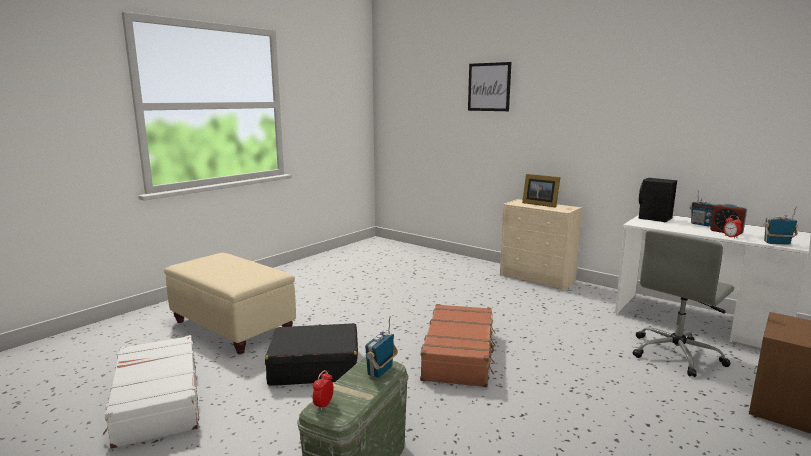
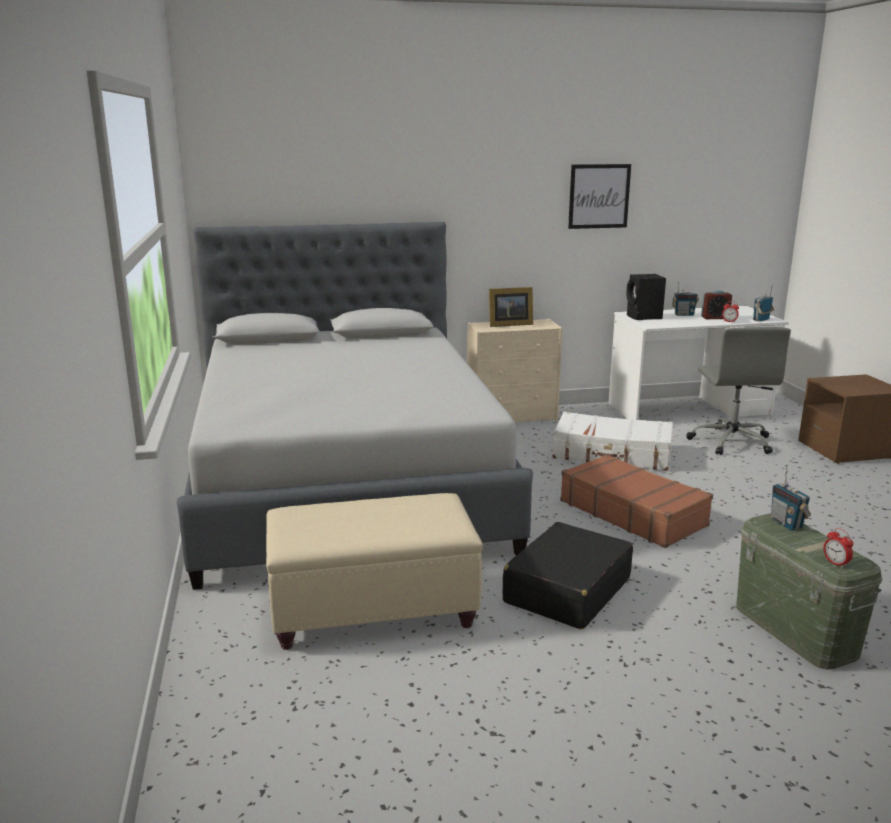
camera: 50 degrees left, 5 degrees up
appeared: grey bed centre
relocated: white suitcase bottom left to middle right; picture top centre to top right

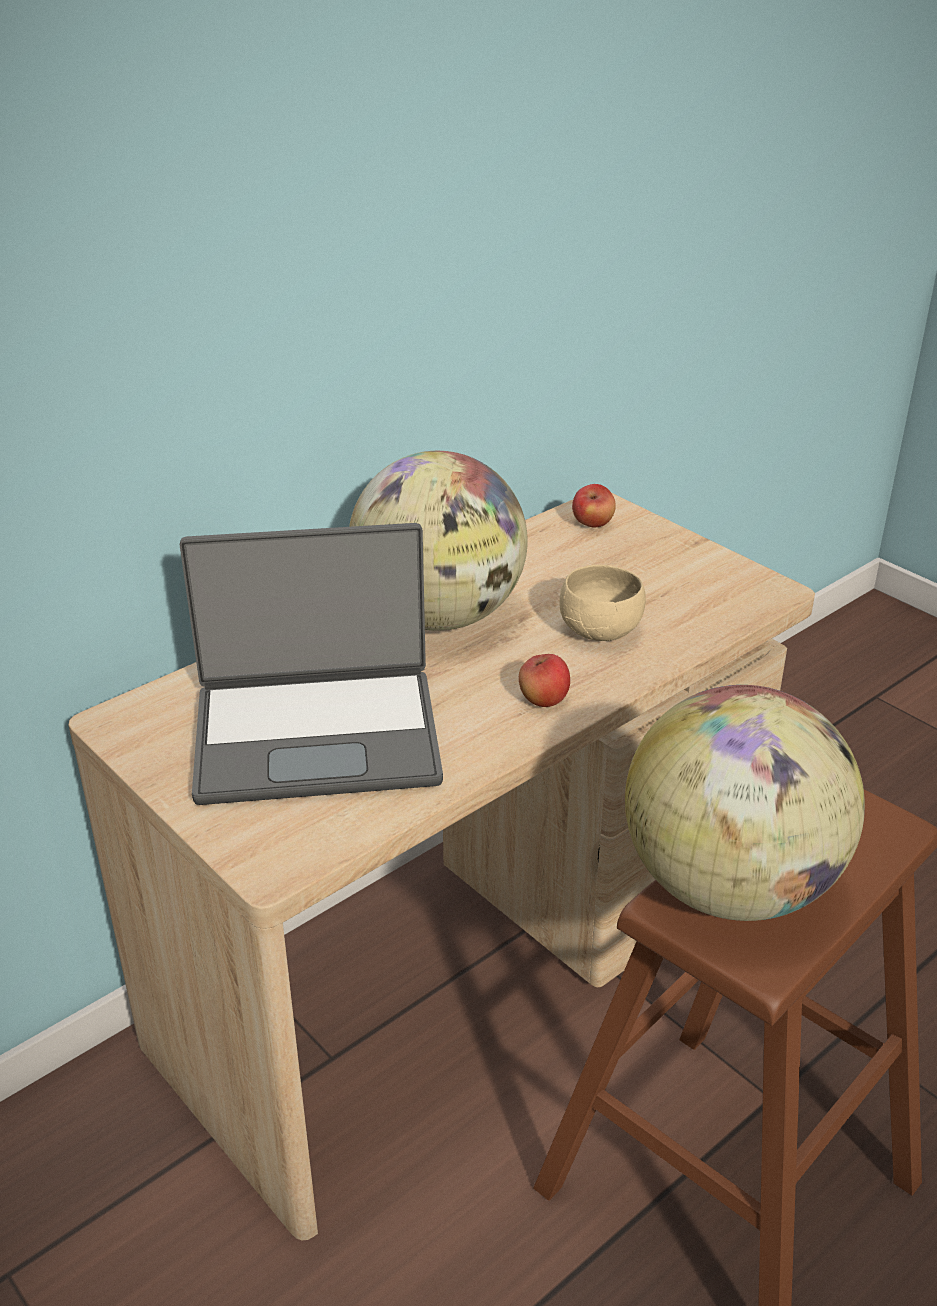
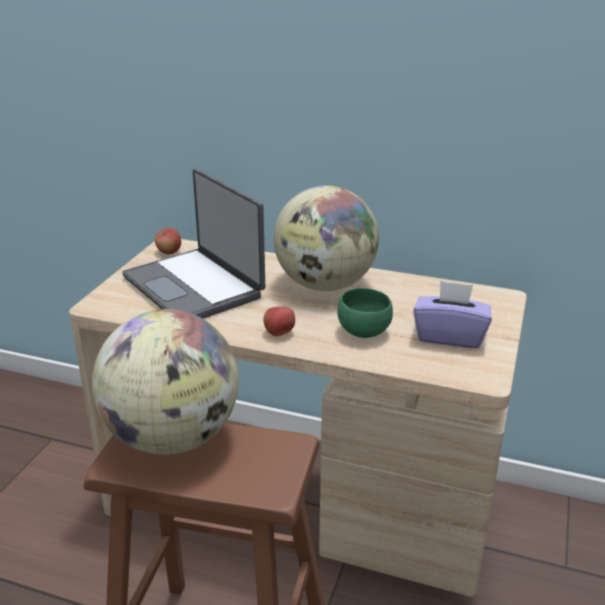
camera: 60 degrees right, 5 degrees down
appeared: purple tissue box middle right
relocated: apple (no. 2 from left in the first image) centre to apple (no. 1 from left) middle left
colour: beige bowl centre to green bowl centre

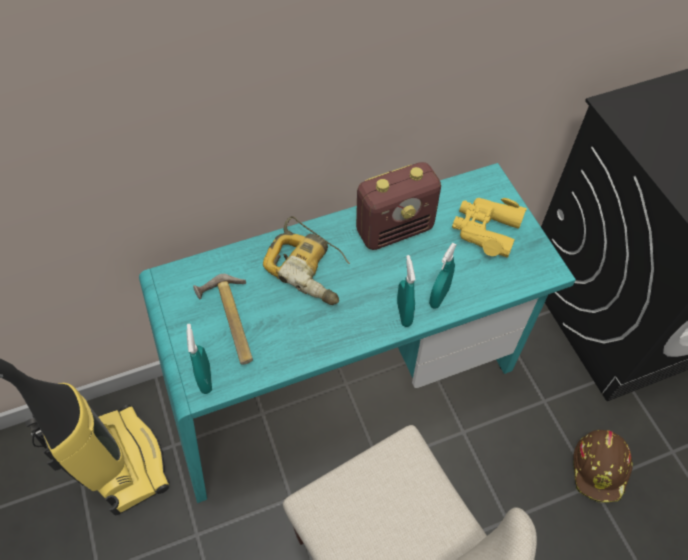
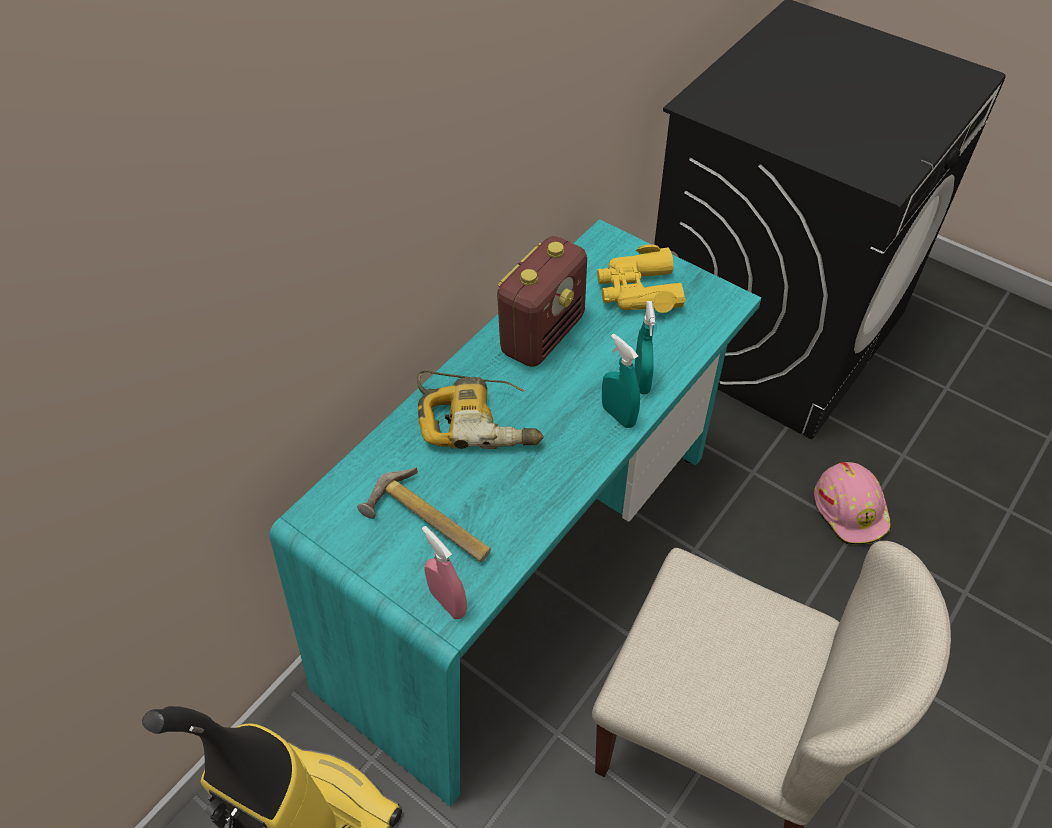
camera: 30 degrees left, 5 degrees down
colour: turquoise spray bottle (no. 1 from left) middle left to pink spray bottle bottom centre; brown hard hat bottom right to pink hard hat middle right

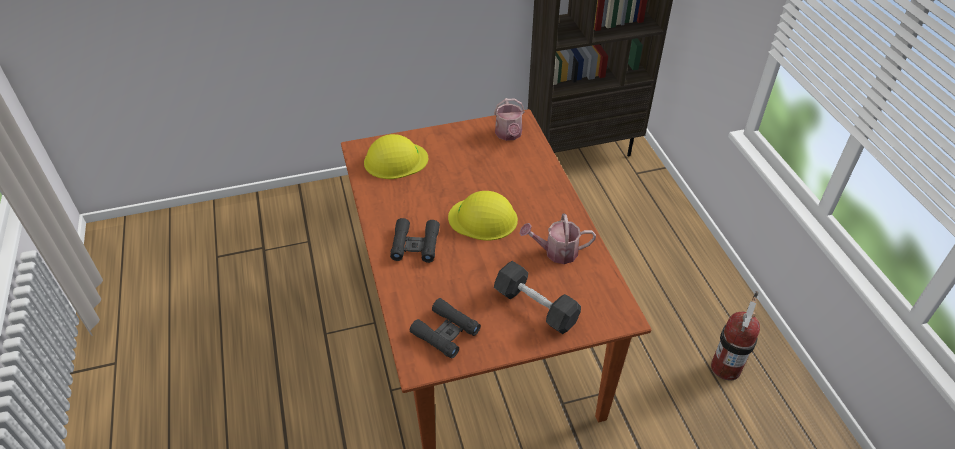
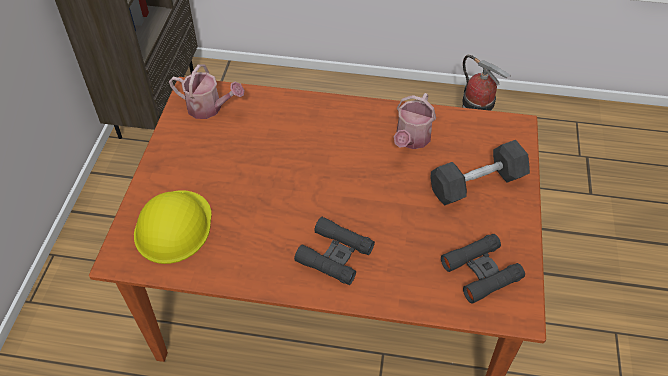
camera: 65 degrees left, 5 degrees up
missing: yellow hard hat (no. 2 from left) centre

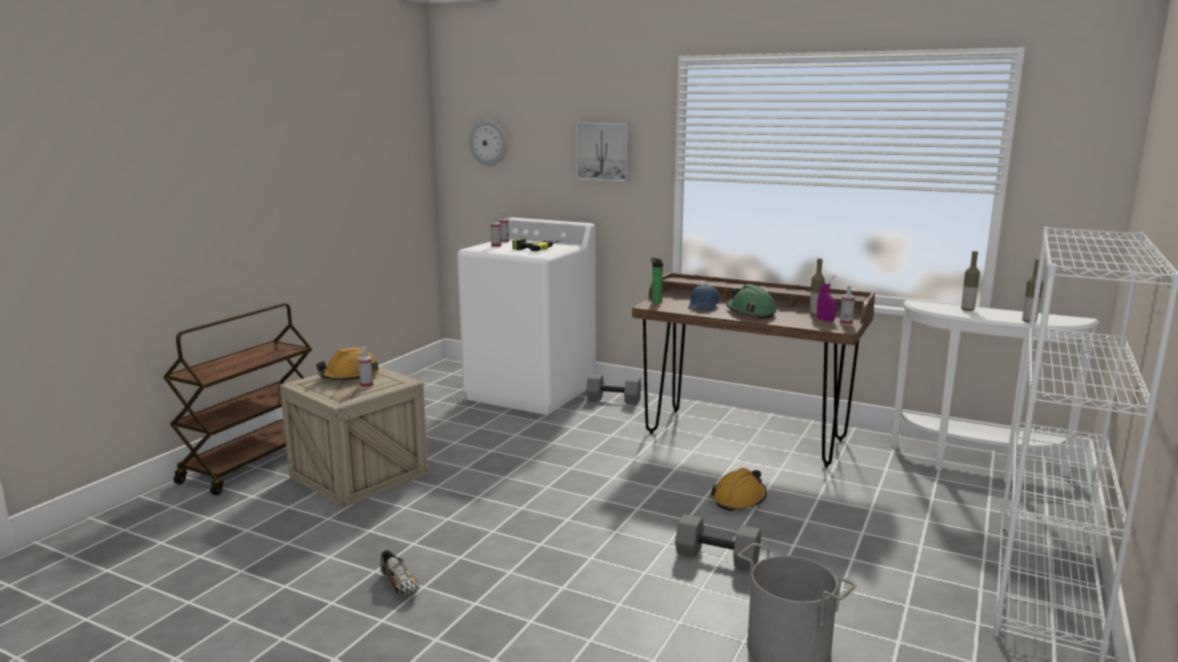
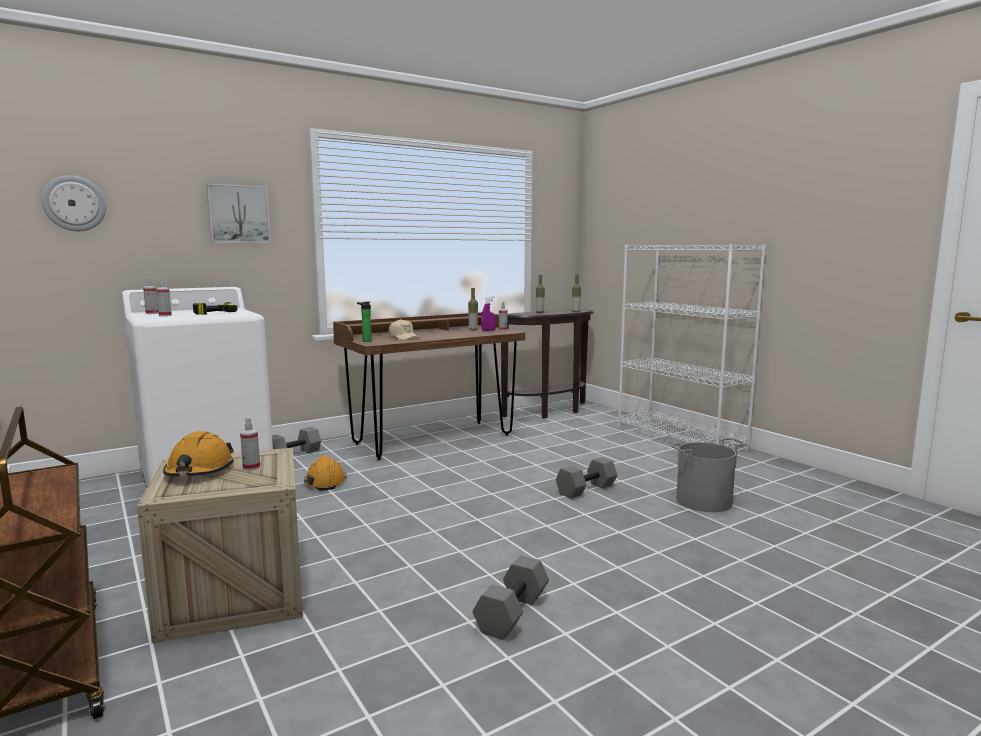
camera: 60 degrees left, 5 degrees down
missing: green hard hat centre
relocated: orange hard hat (no. 2 from left) bottom centre to middle left
exchanged: shoe bottom centre to grey dumbbell (no. 2 from left) bottom centre
colour: blue cap centre to beige cap centre; white console table middle right to brown console table centre

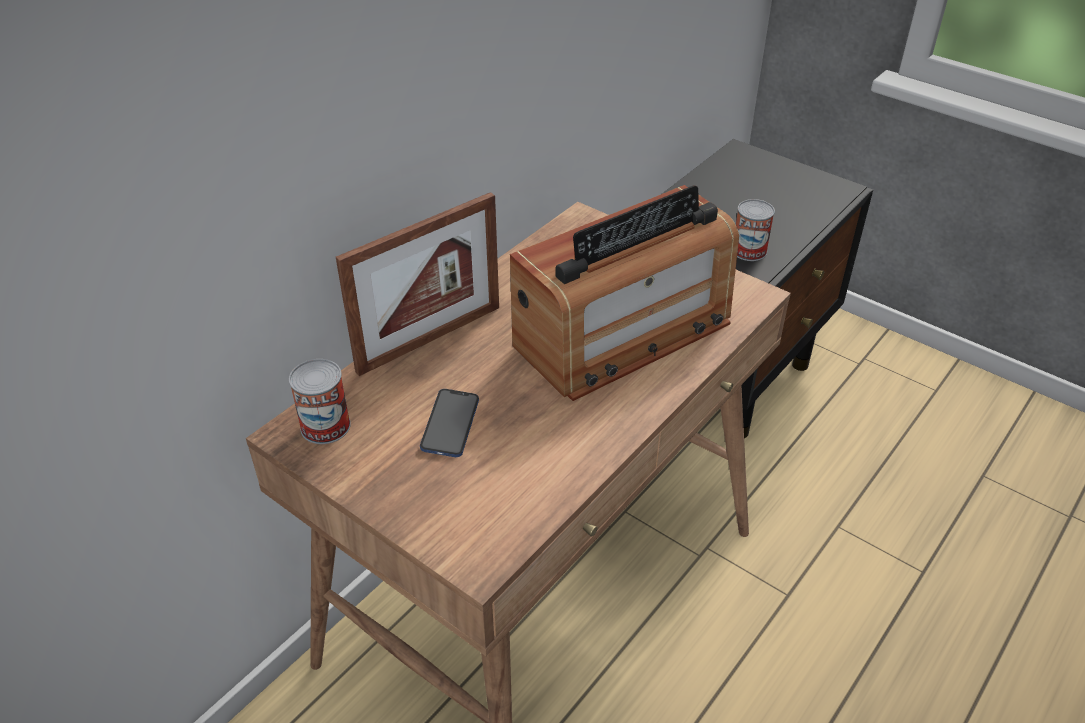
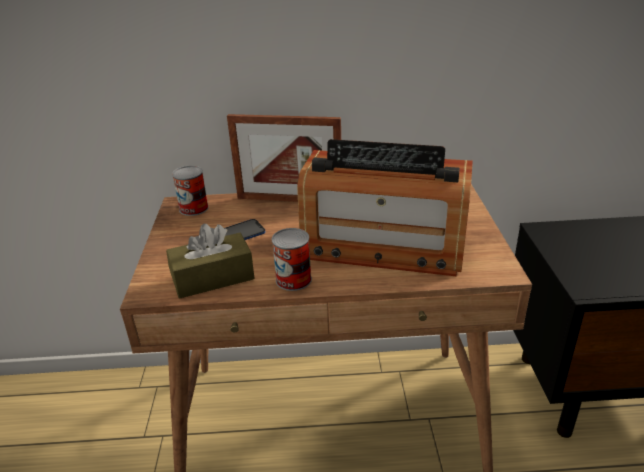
camera: 50 degrees right, 10 degrees down
appeared: brown tissue box middle left
relocated: can (no. 2 from left) top right to centre

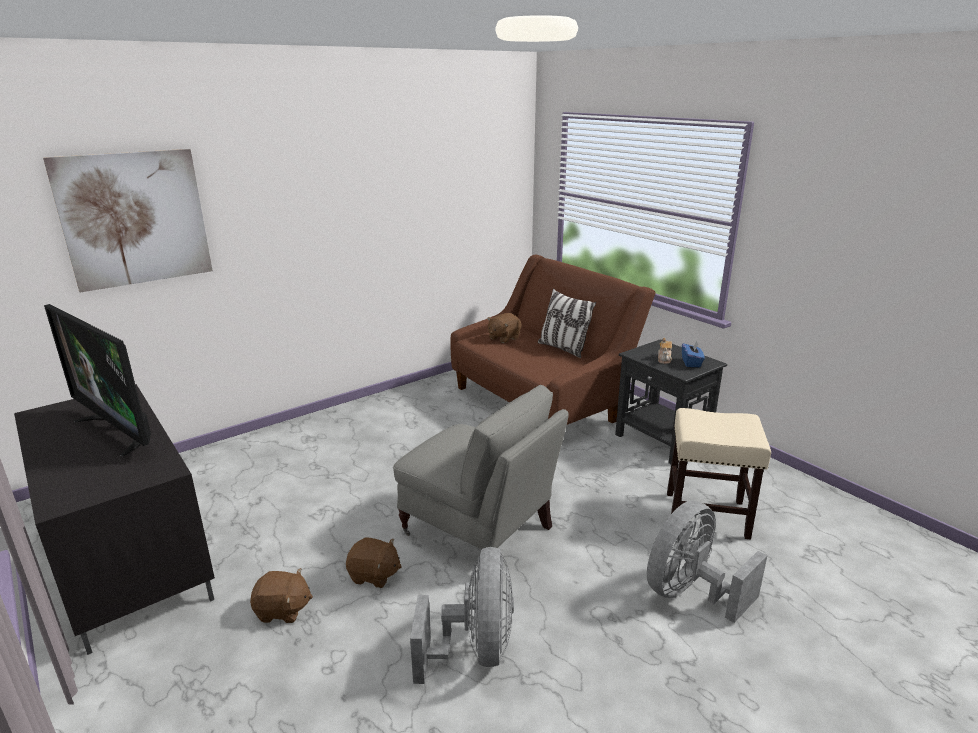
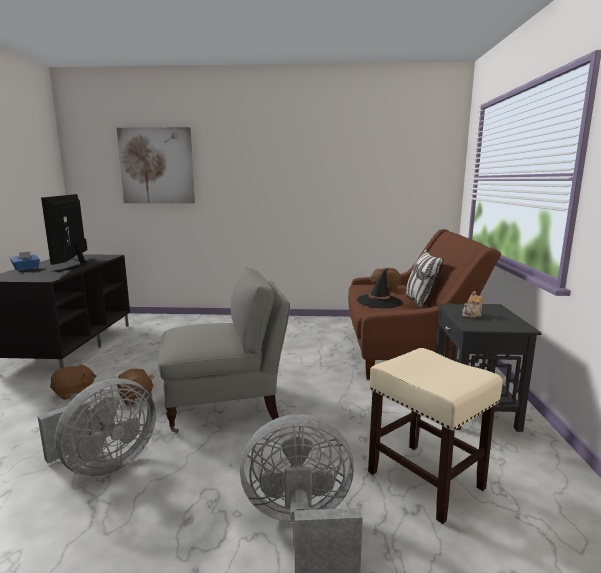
camera: 40 degrees right, 10 degrees down
appeared: black hat centre
relocated: blue tissue box middle right to middle left
spun: brown plush toy (no. 1 from left) bottom left = bottom left 75 degrees counterclockwise; grey armchair centre = centre 90 degrees counterclockwise

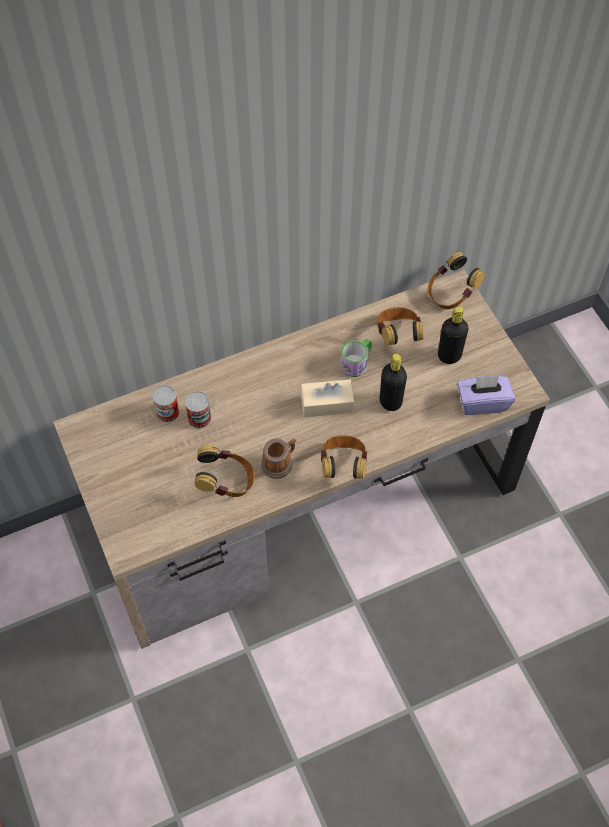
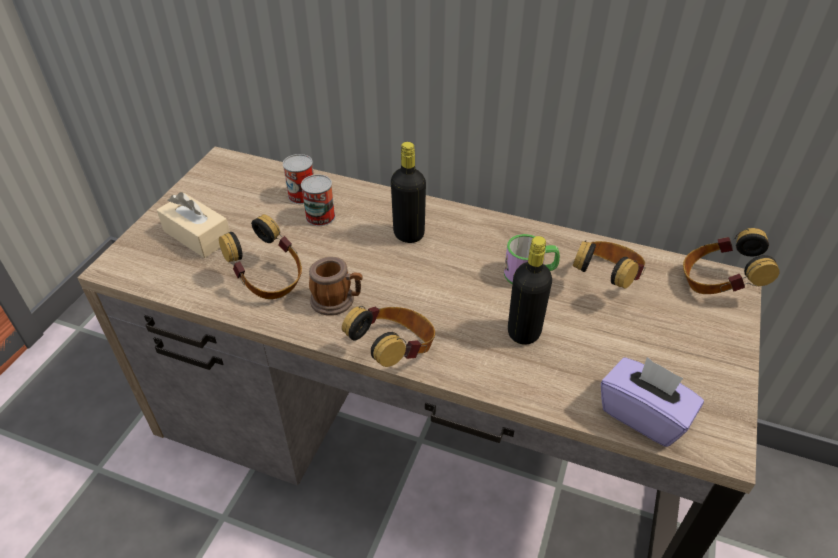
camera: 45 degrees right, 15 degrees down
relocated: beige tissue box centre to middle left; black bottle (no. 2 from left in the first image) middle right to black bottle (no. 1 from left) centre

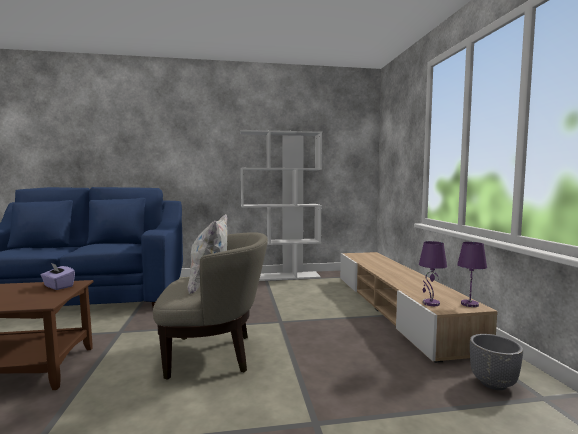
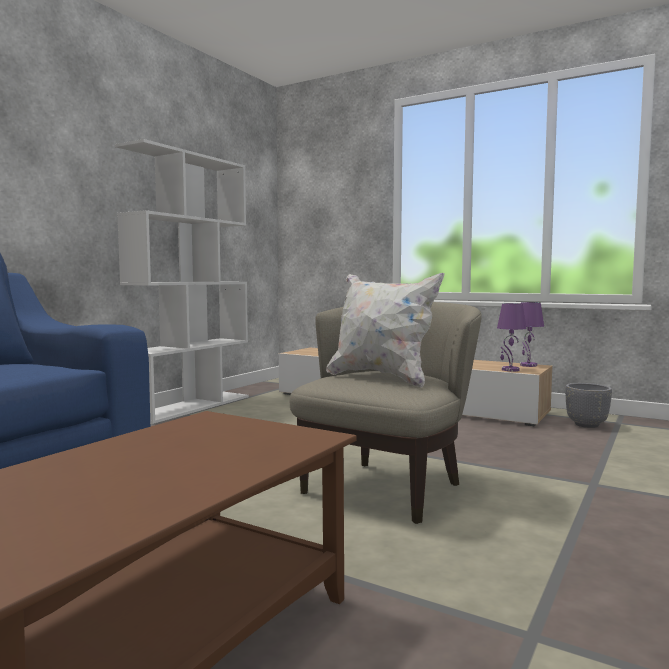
camera: 50 degrees left, 0 degrees up
missing: purple tissue box middle left

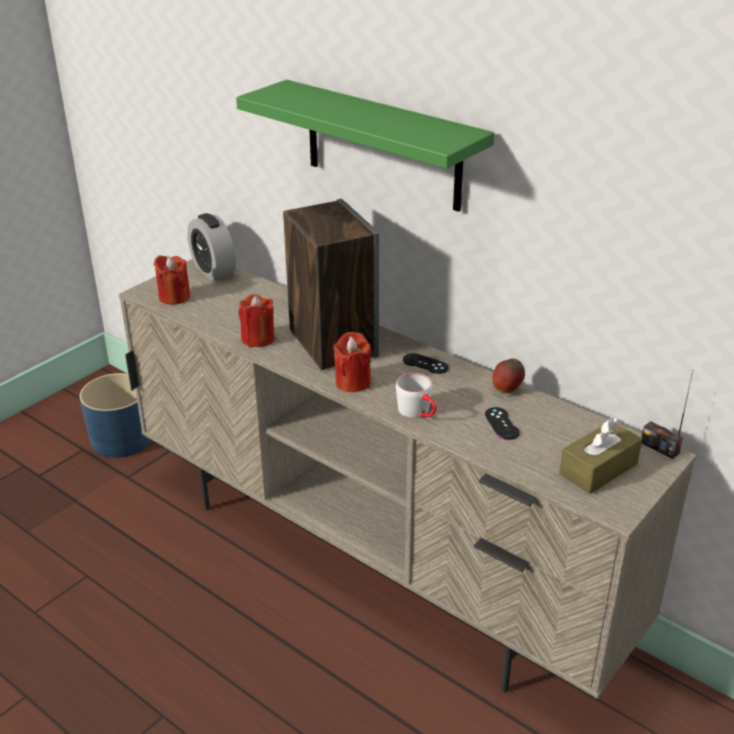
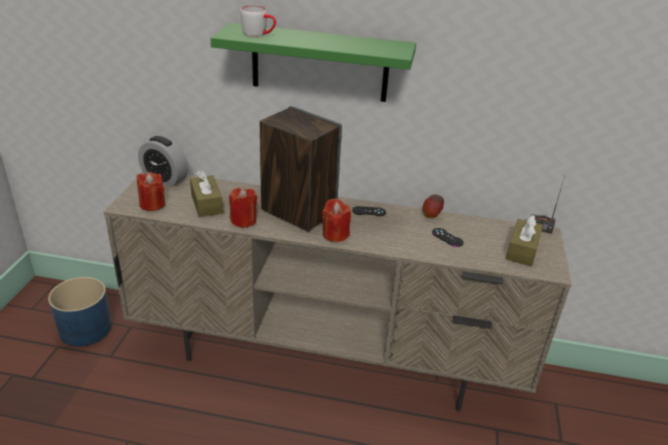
camera: 30 degrees left, 0 degrees up
appeared: brown tissue box (no. 1 from left) middle left
relocated: grey mug centre to top centre

